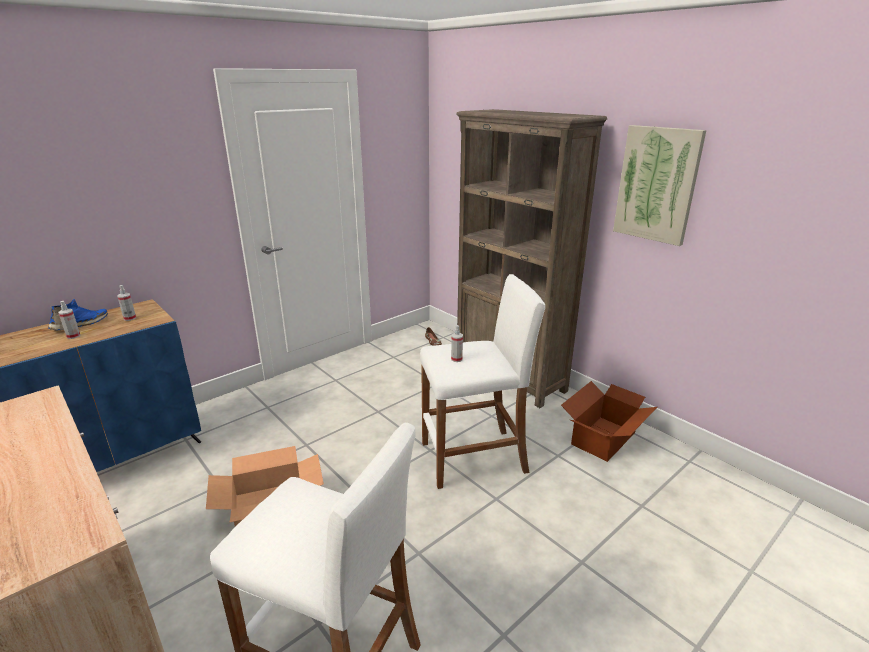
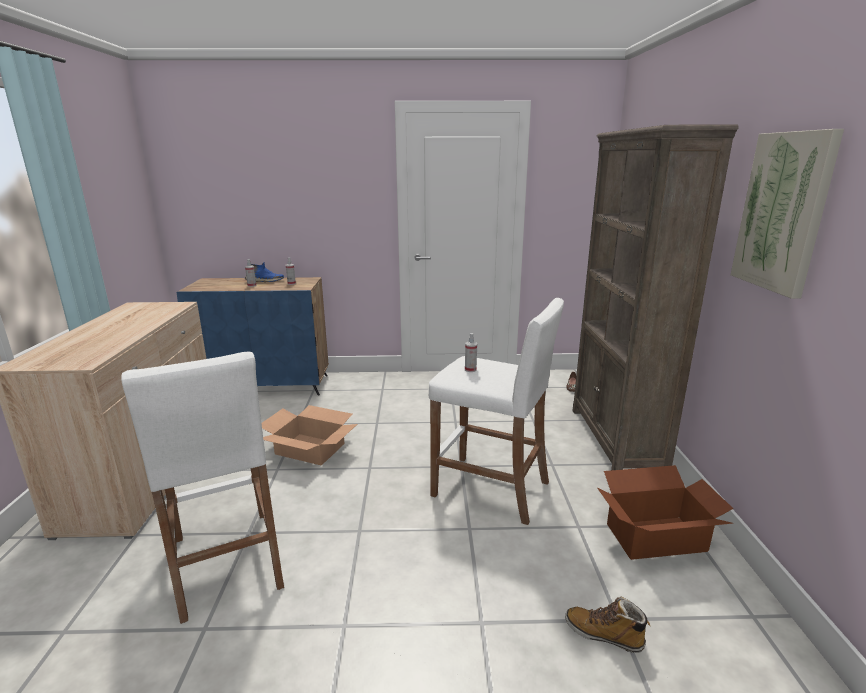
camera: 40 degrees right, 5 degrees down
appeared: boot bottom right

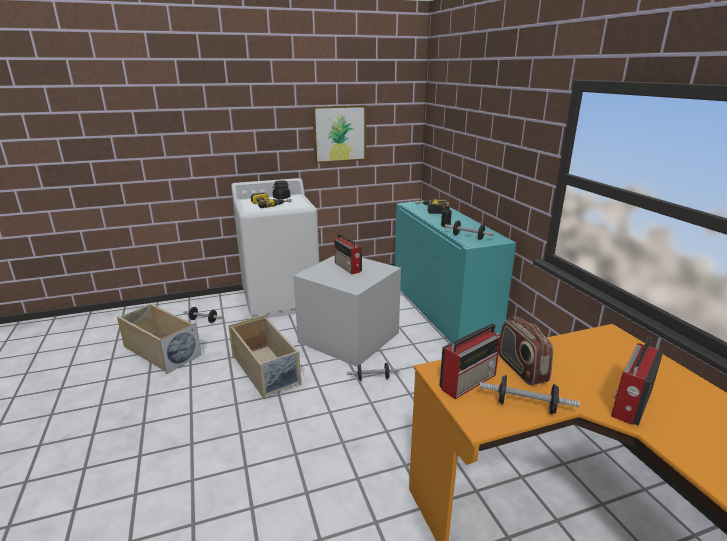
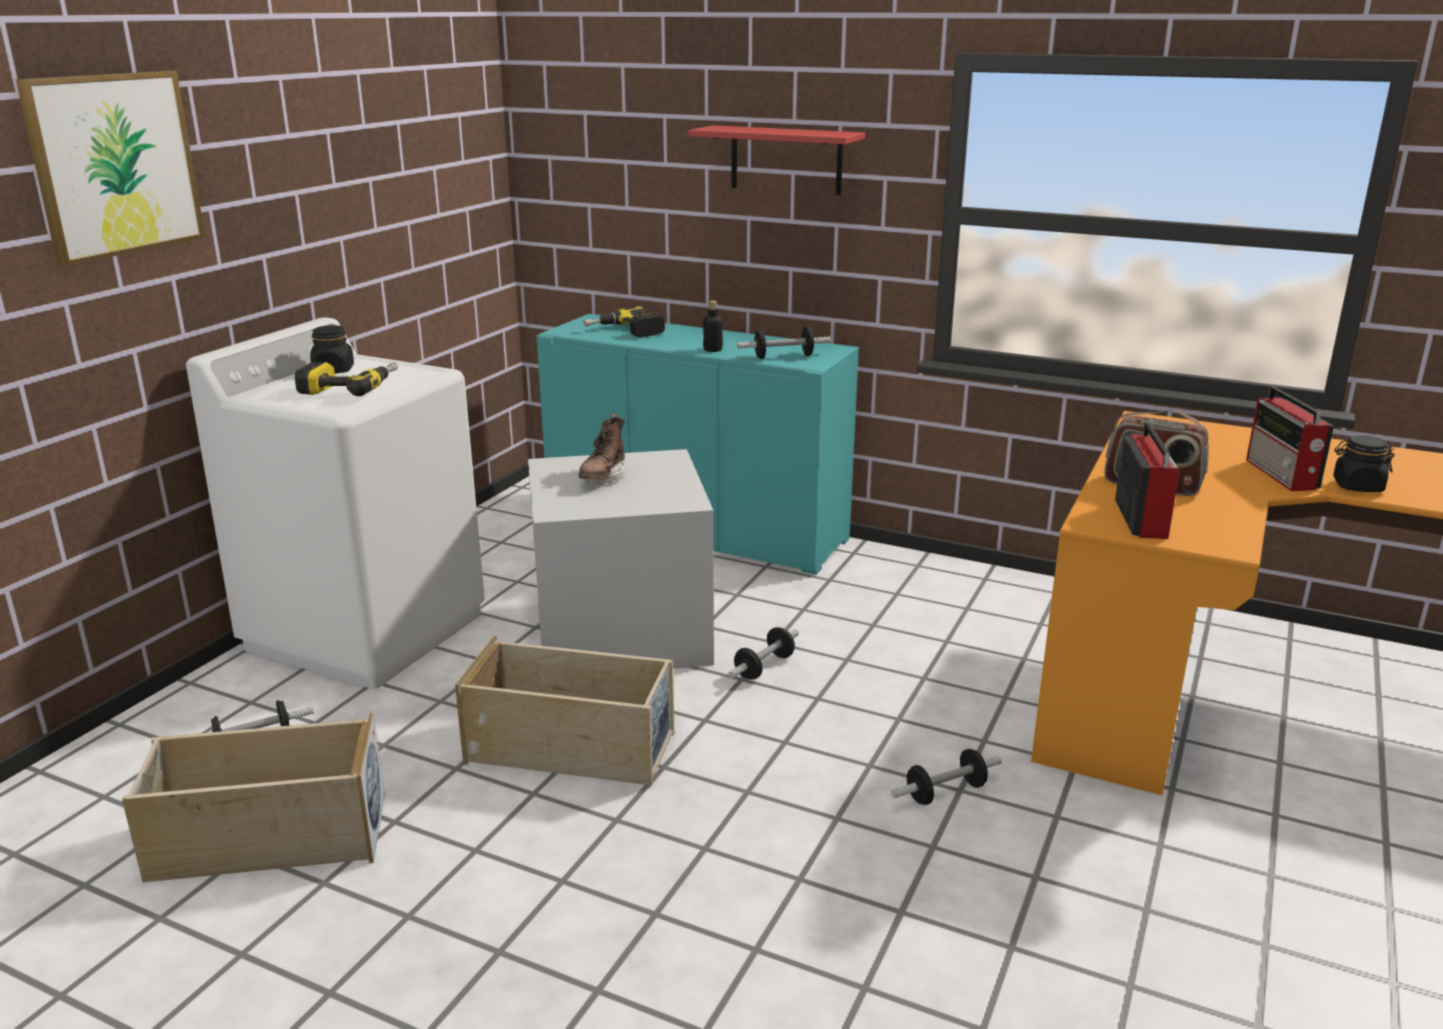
camera: 45 degrees left, 0 degrees up
appeared: red shelf top centre; black jar (no. 2 from left) middle right
relocated: picture top centre to top left; dumbbell (no. 4 from left) bottom right to bottom centre
exchanged: radio (no. 1 from left) centre to brown boot centre

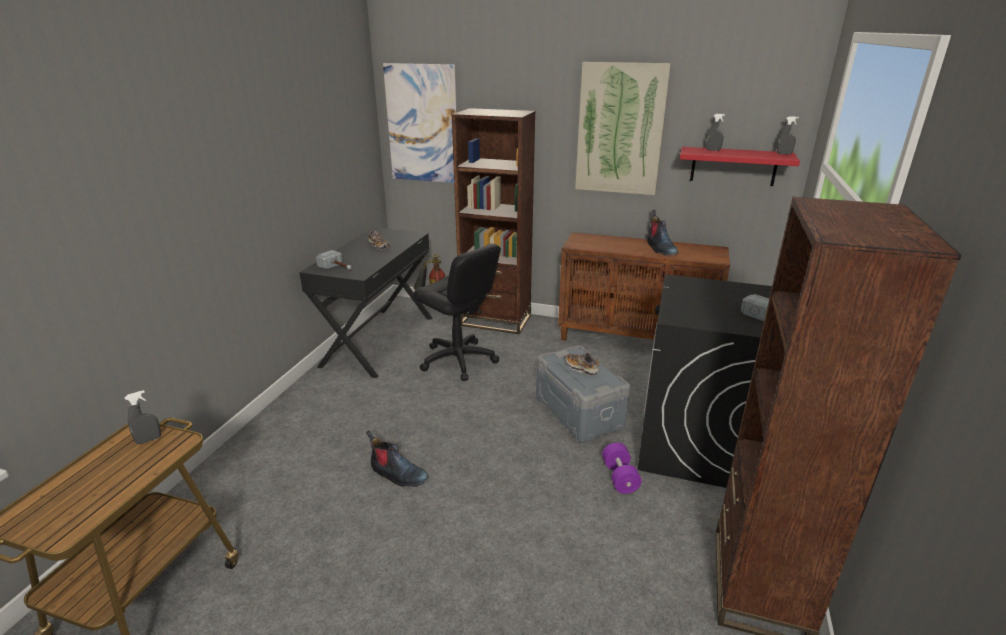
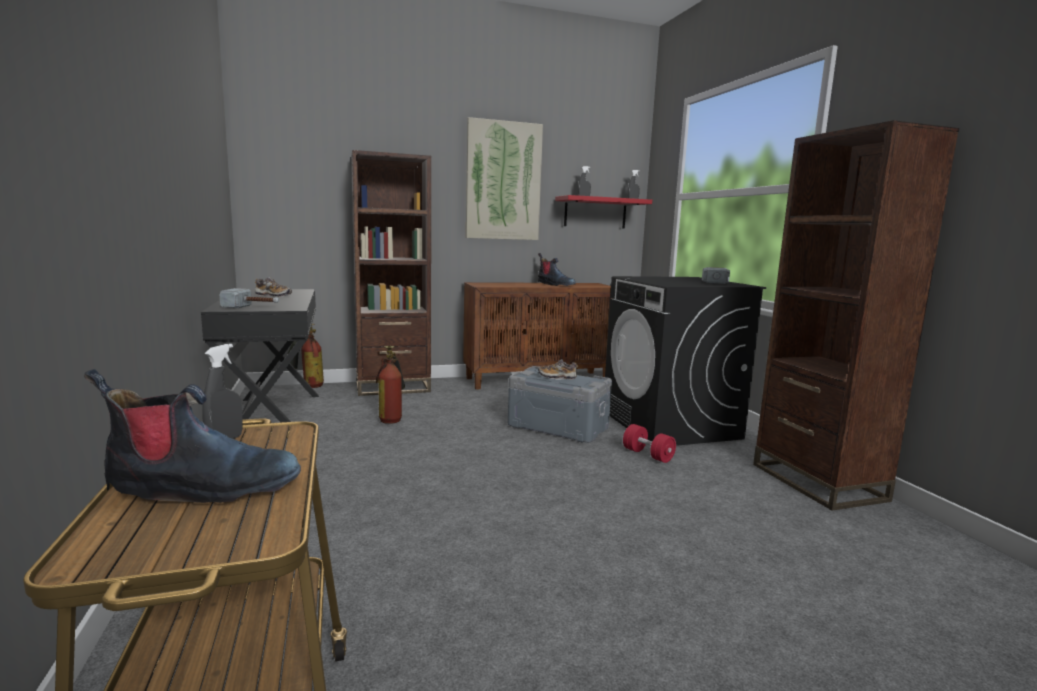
camera: 35 degrees left, 15 degrees down
missing: picture (no. 1 from left) top centre
relocated: boot (no. 1 from left) bottom centre to middle left
exchanged: black office chair centre to fire extinguisher (no. 2 from left) centre
colour: purple dumbbell bottom centre to red dumbbell centre

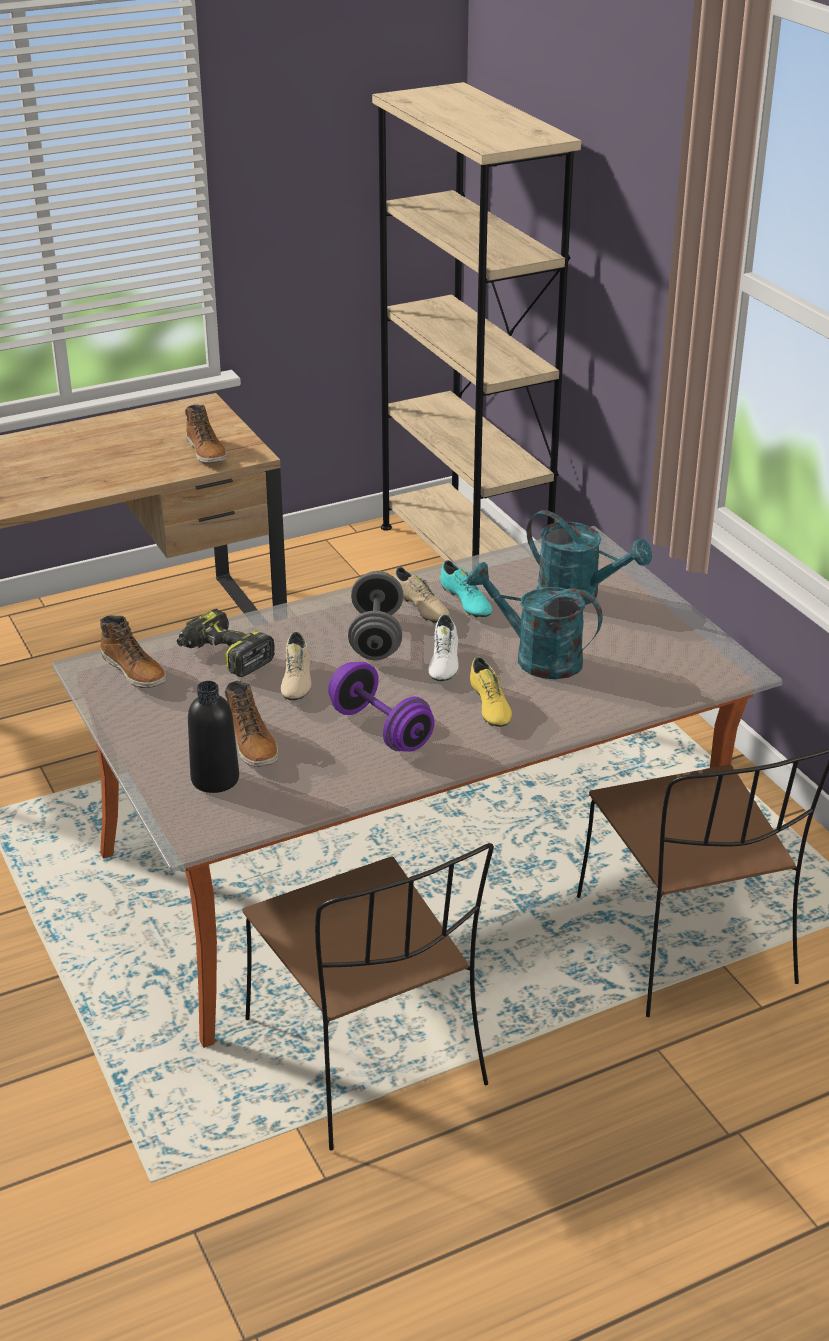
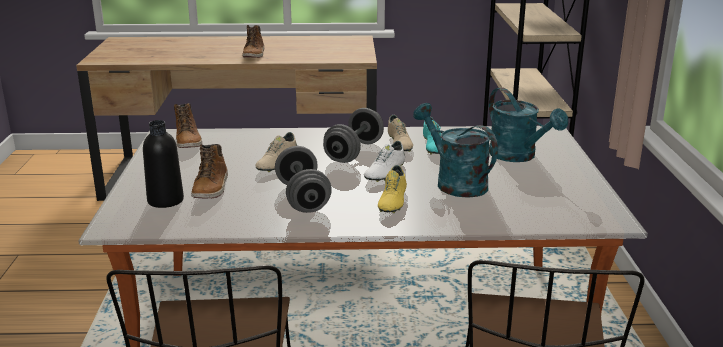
camera: 25 degrees right, 10 degrees down
missing: power drill middle left
relocated: boot (no. 2 from left in the first image) top left to boot (no. 3 from left) top centre
colour: purple dumbbell centre to grey dumbbell (no. 1 from left) centre

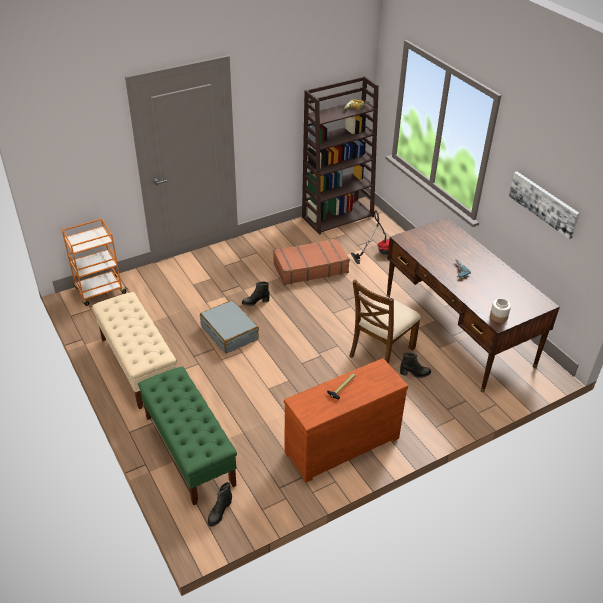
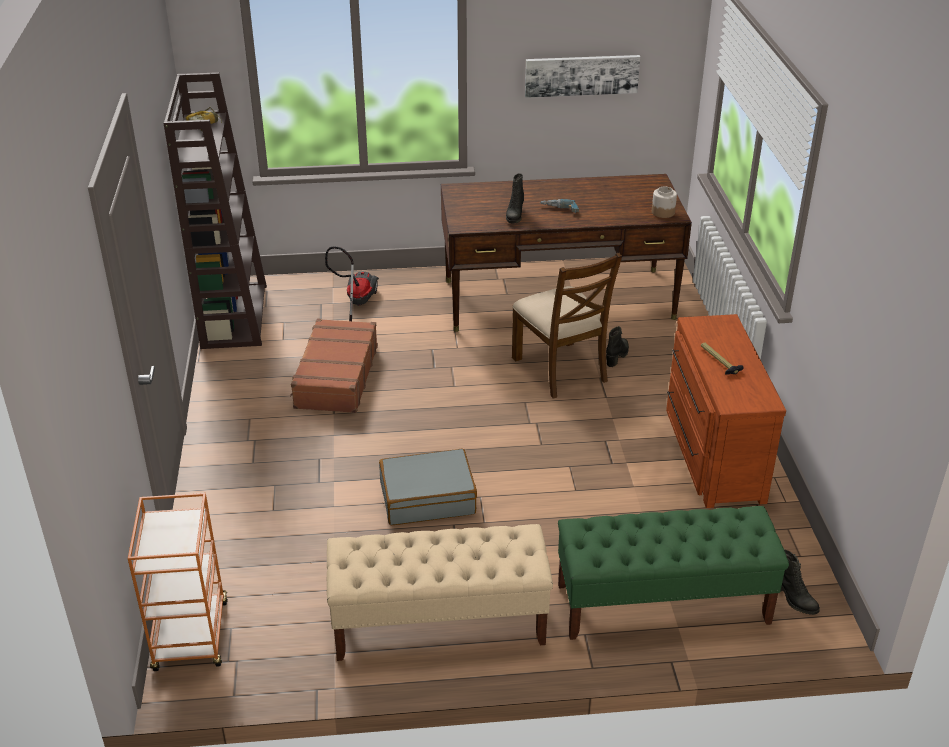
camera: 65 degrees left, 5 degrees down
relocated: black boot (no. 2 from left in the first image) centre to black boot (no. 1 from left) top centre

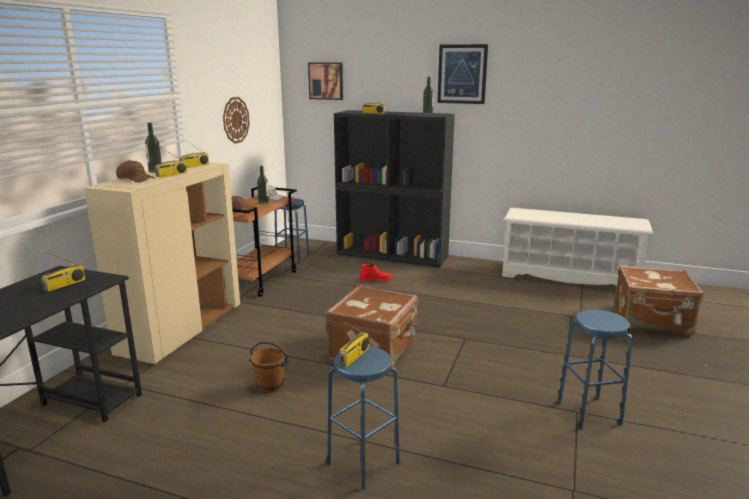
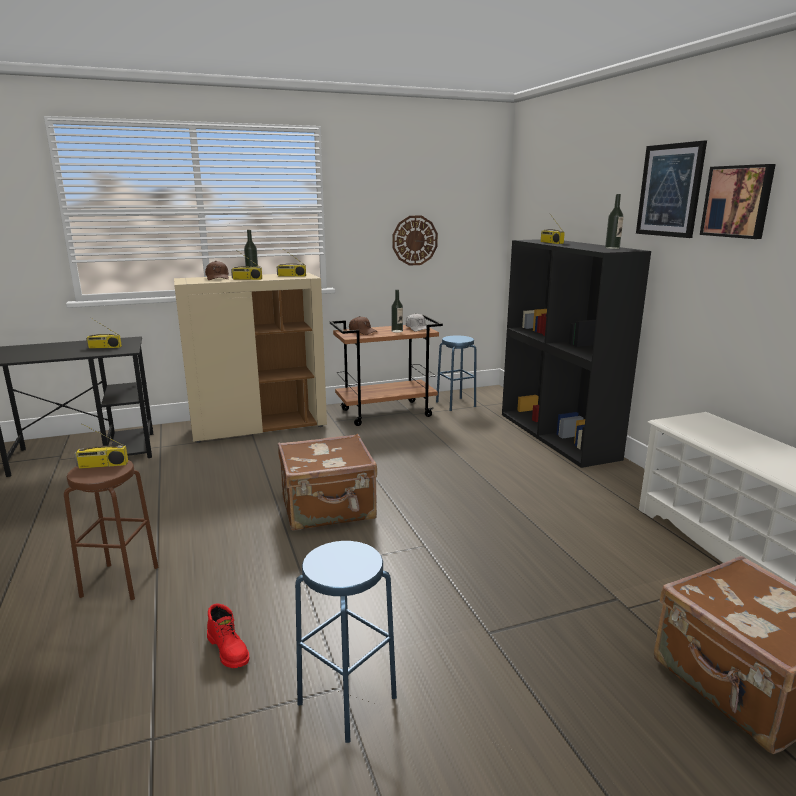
camera: 50 degrees right, 0 degrees up
missing: brown bucket bottom centre
relocated: red boot centre to bottom left; picture (no. 1 from left in the first image) top centre to picture (no. 2 from left) top right
colour: blue stool (no. 2 from left) bottom centre to brown stool middle left

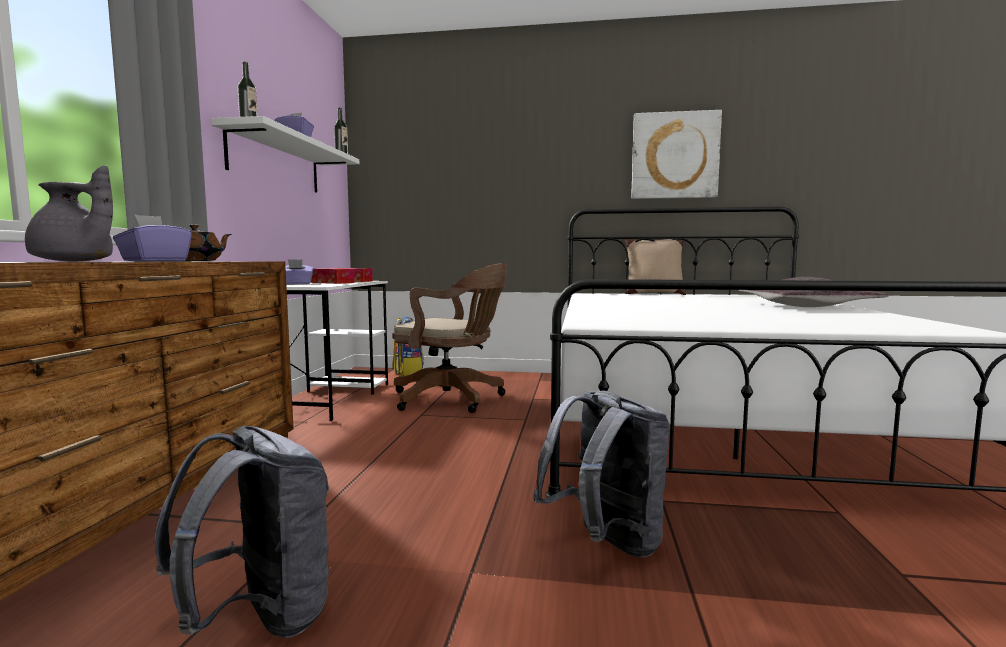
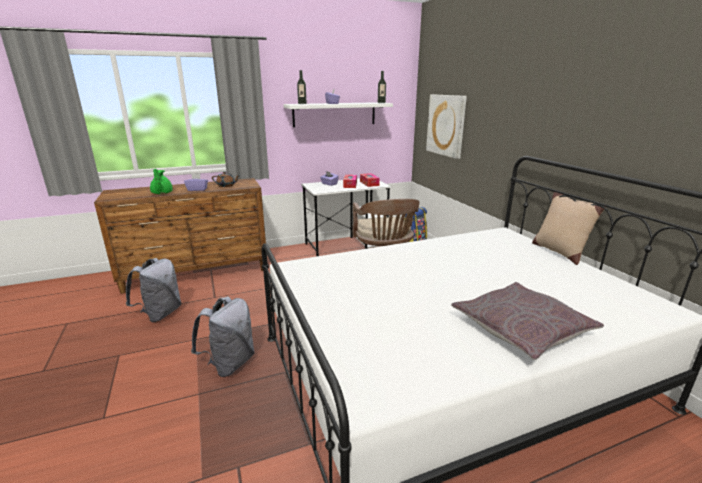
camera: 60 degrees right, 15 degrees up
relocated: picture top right to top centre
colour: grey teapot top left to green teapot middle left

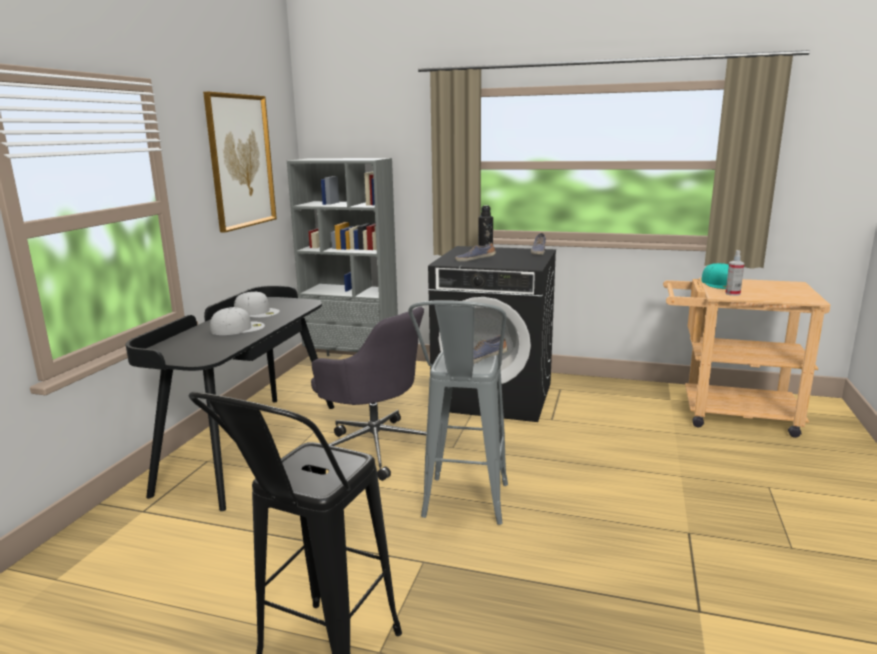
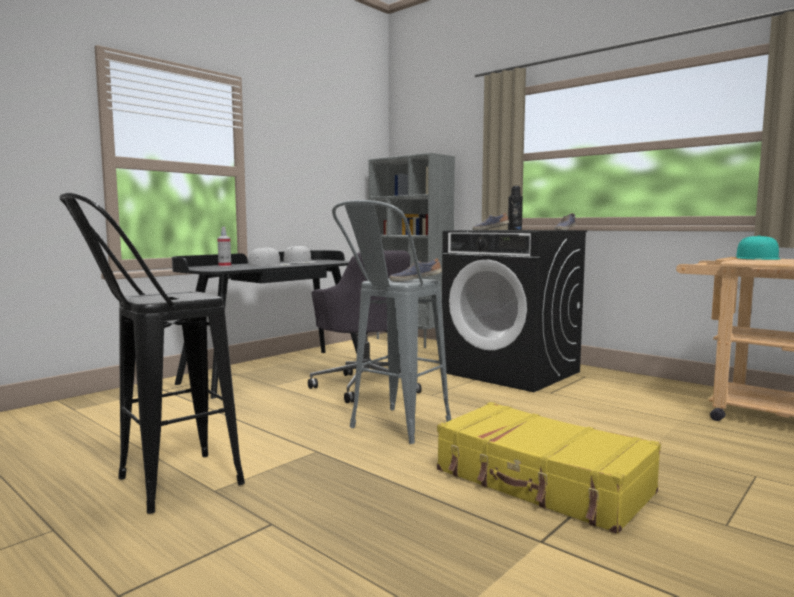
camera: 25 degrees right, 10 degrees down
missing: picture top left
appeared: yellow suitcase bottom right
relocated: spray bottle middle right to middle left

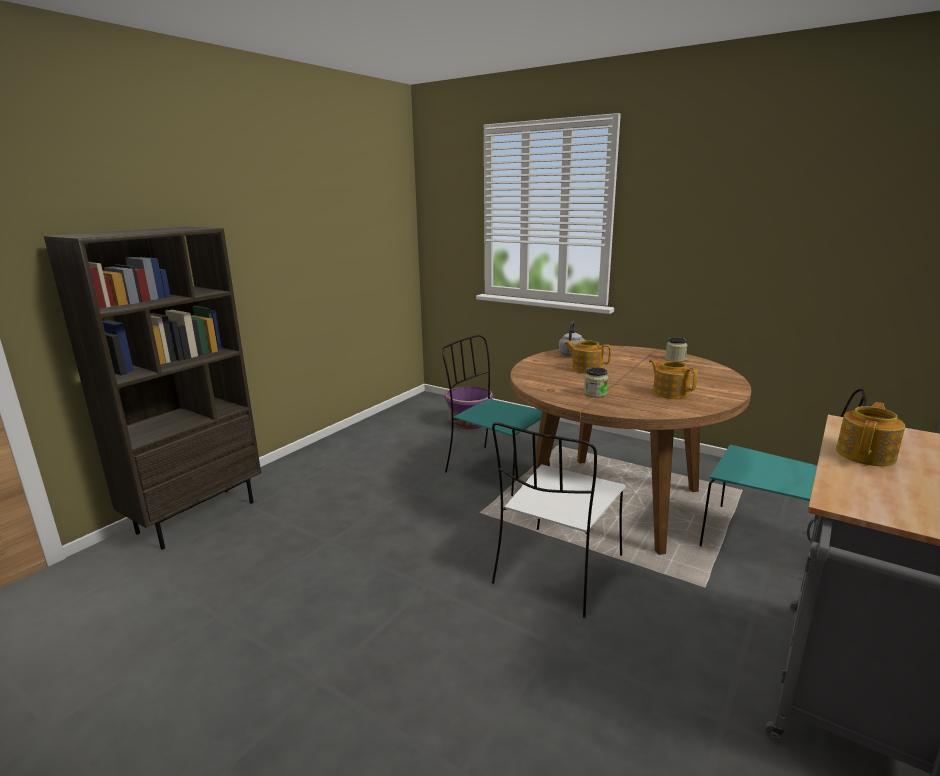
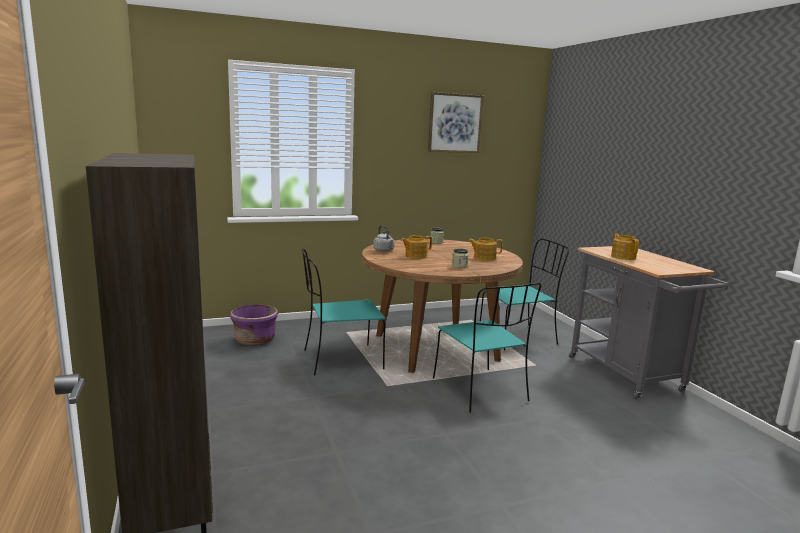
camera: 55 degrees left, 5 degrees down
appeared: picture top centre
colour: white chair bottom centre to turquoise chair (no. 2 from left) centre

